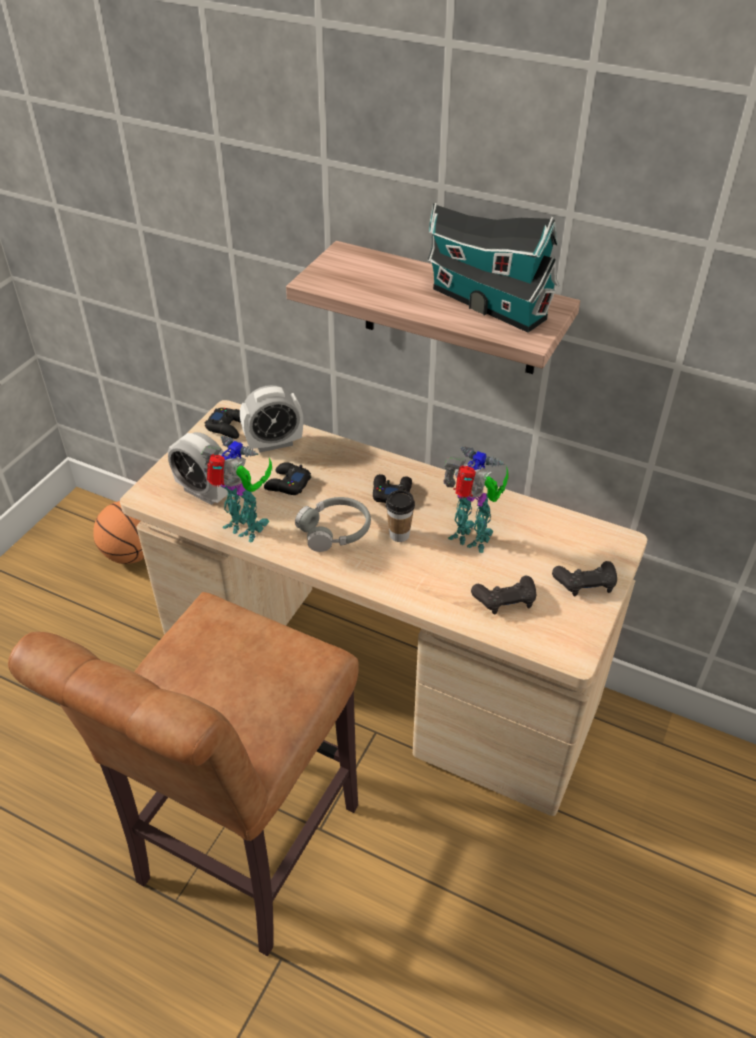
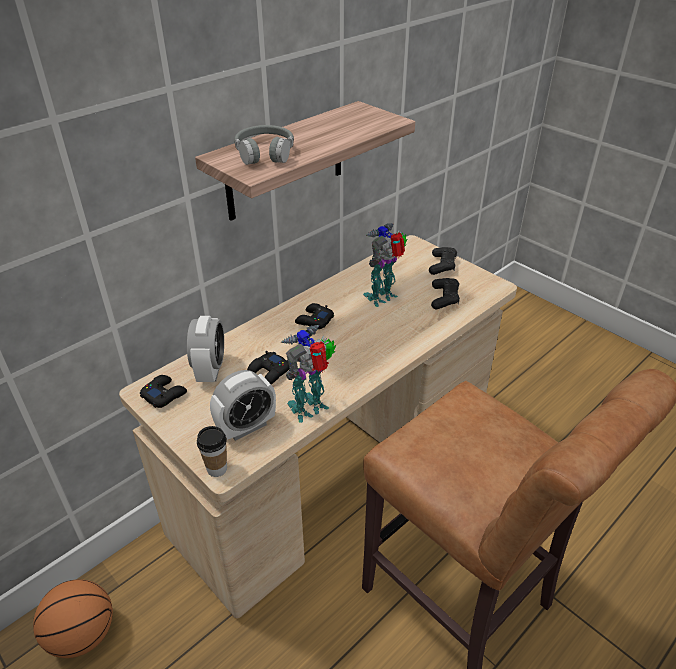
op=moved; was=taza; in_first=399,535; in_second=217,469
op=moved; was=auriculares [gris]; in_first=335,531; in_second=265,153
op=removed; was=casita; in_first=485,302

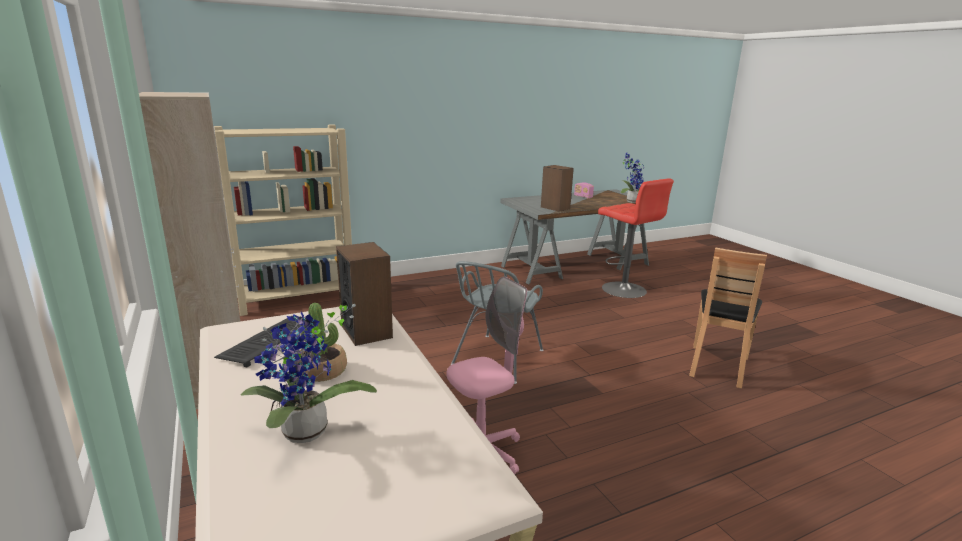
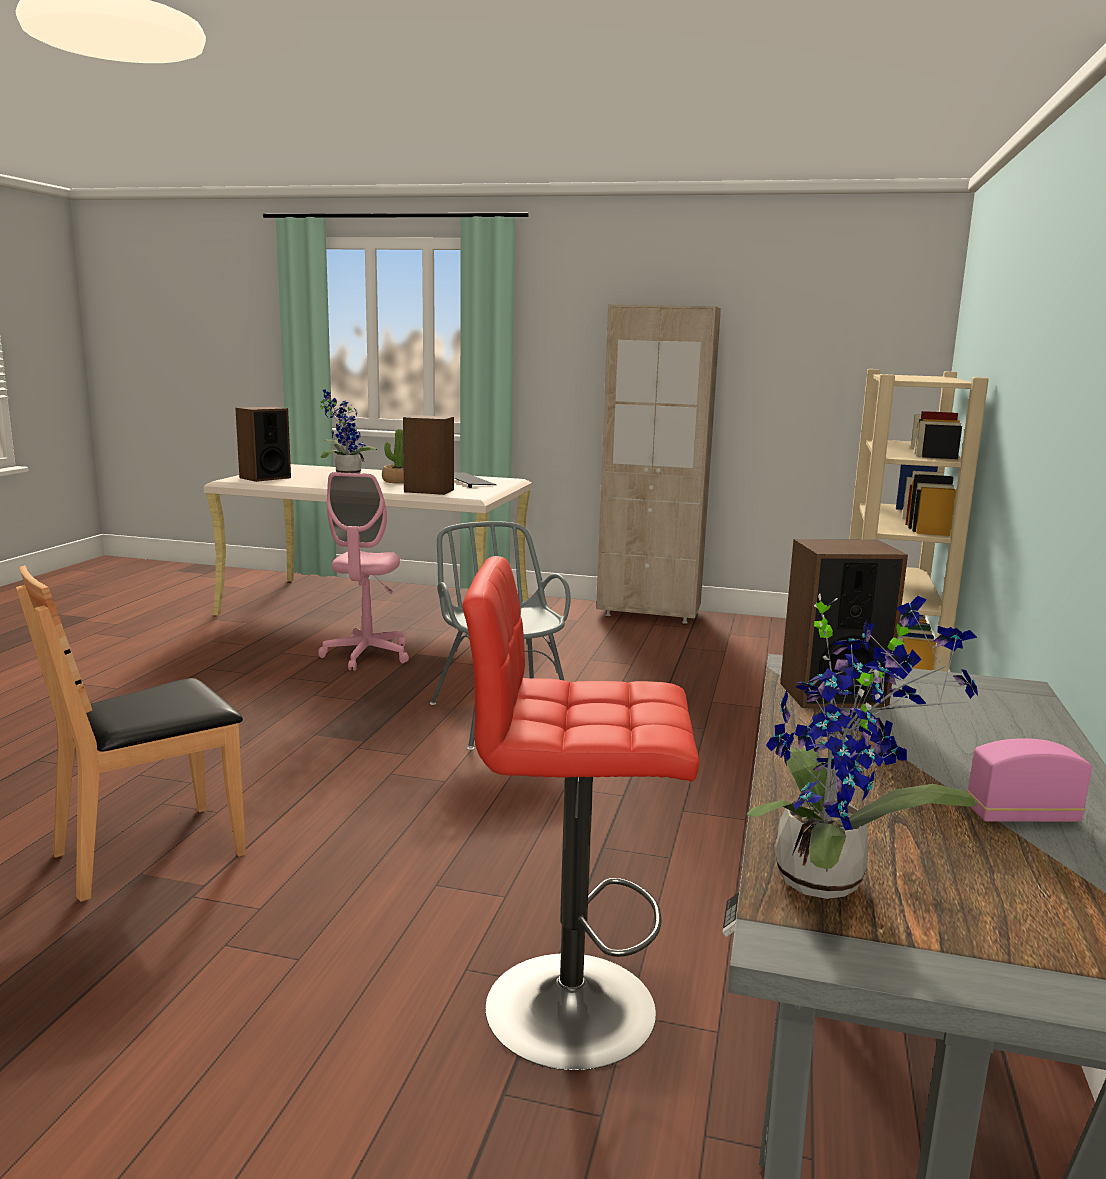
op=turned; was=silla [marrón]; in_first=717,366; in_second=152,852; clockwise=-105
op=added; now=altavoz; in_second=265,478

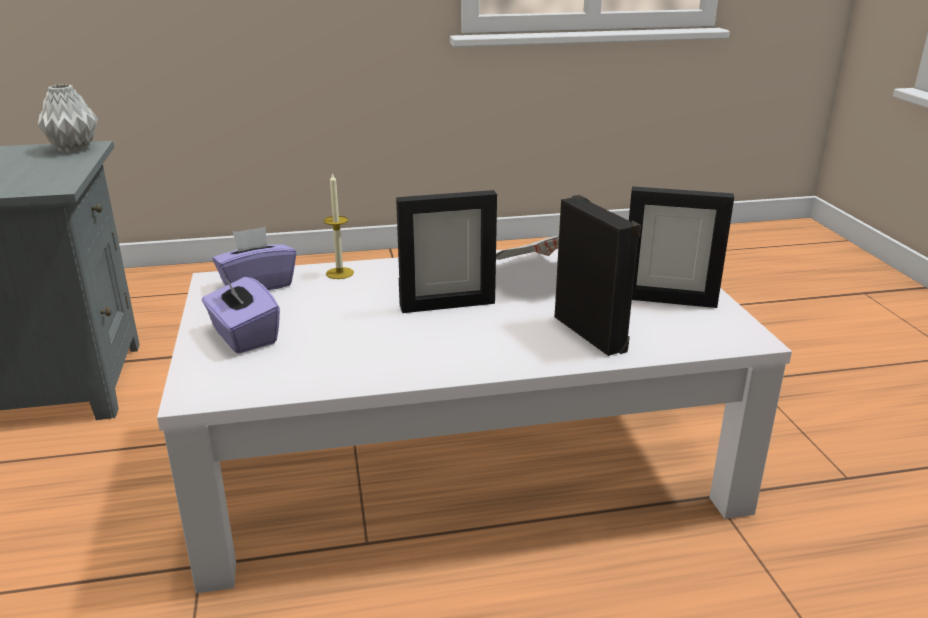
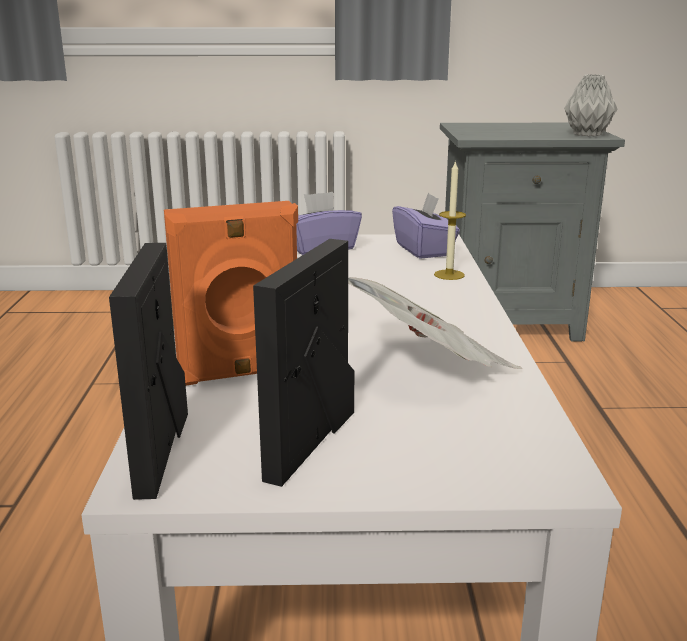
op=moved; was=portarretratos; in_first=447,304; in_second=163,452
op=recoloured; was=altavoz [negro]; now=altavoz [naranja]; in_first=592,333; in_second=240,374

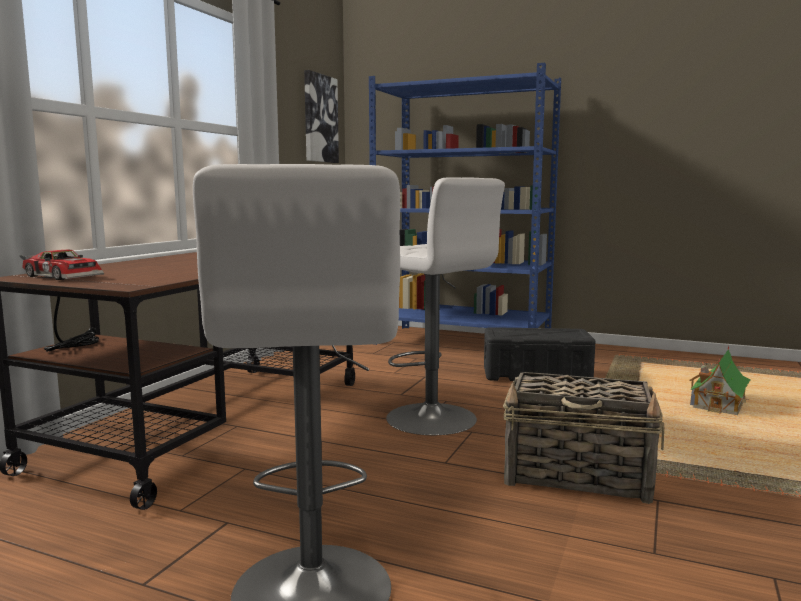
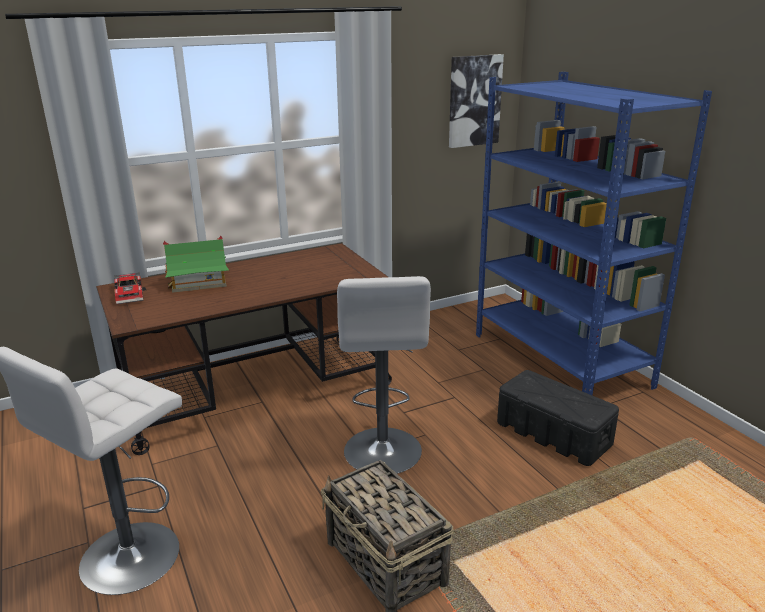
op=moved; was=casita; in_first=719,404; in_second=198,283

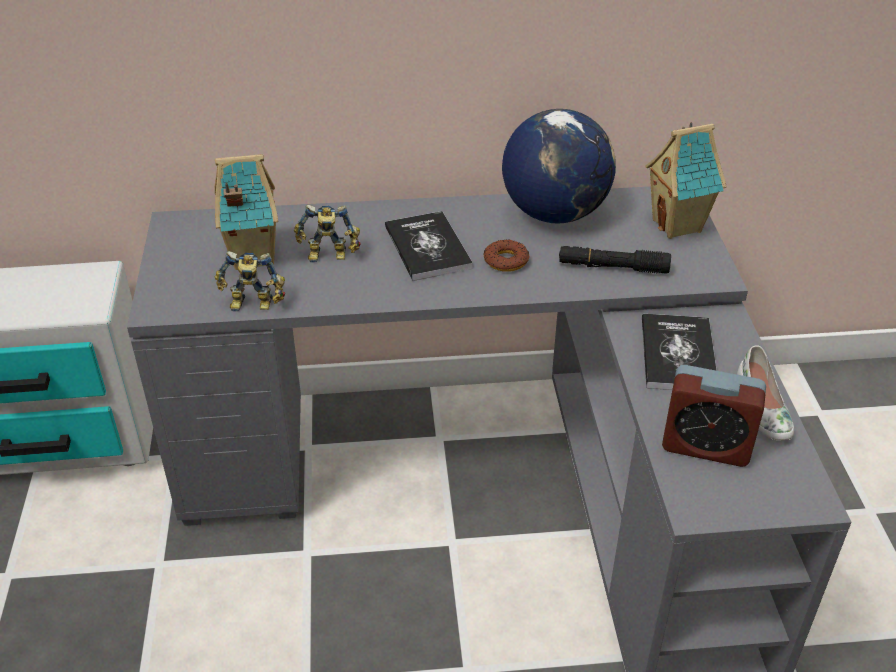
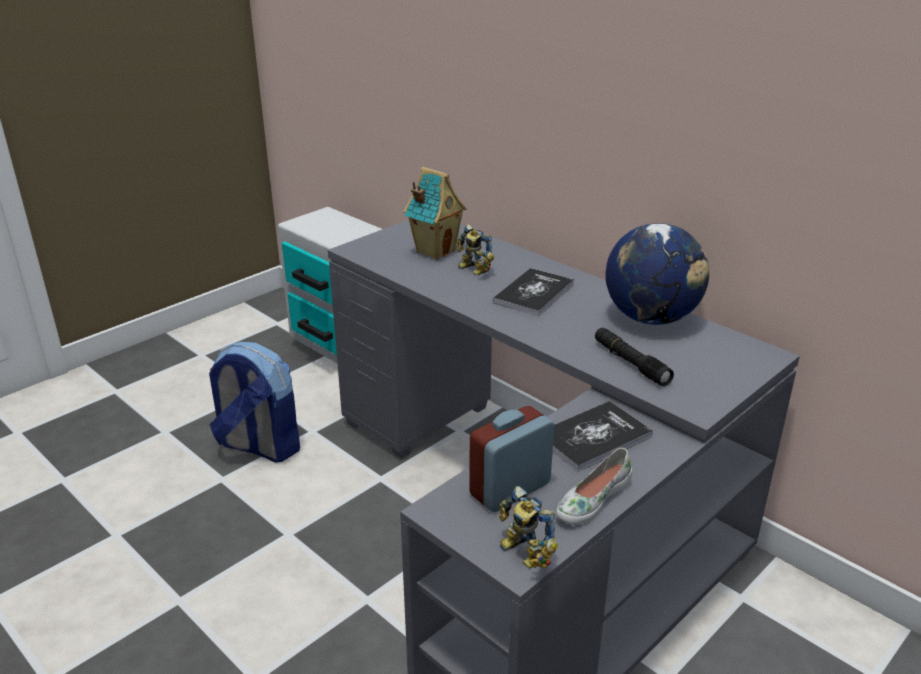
op=added; now=mochila; in_second=258,446
op=turned; was=despertador; in_first=706,446; in_second=510,489; clockwise=75
op=moved; was=robot de juguete; in_first=252,306; in_second=522,554
op=removed; was=rosquilla; in_first=506,260
op=removed; was=casita; in_first=678,226

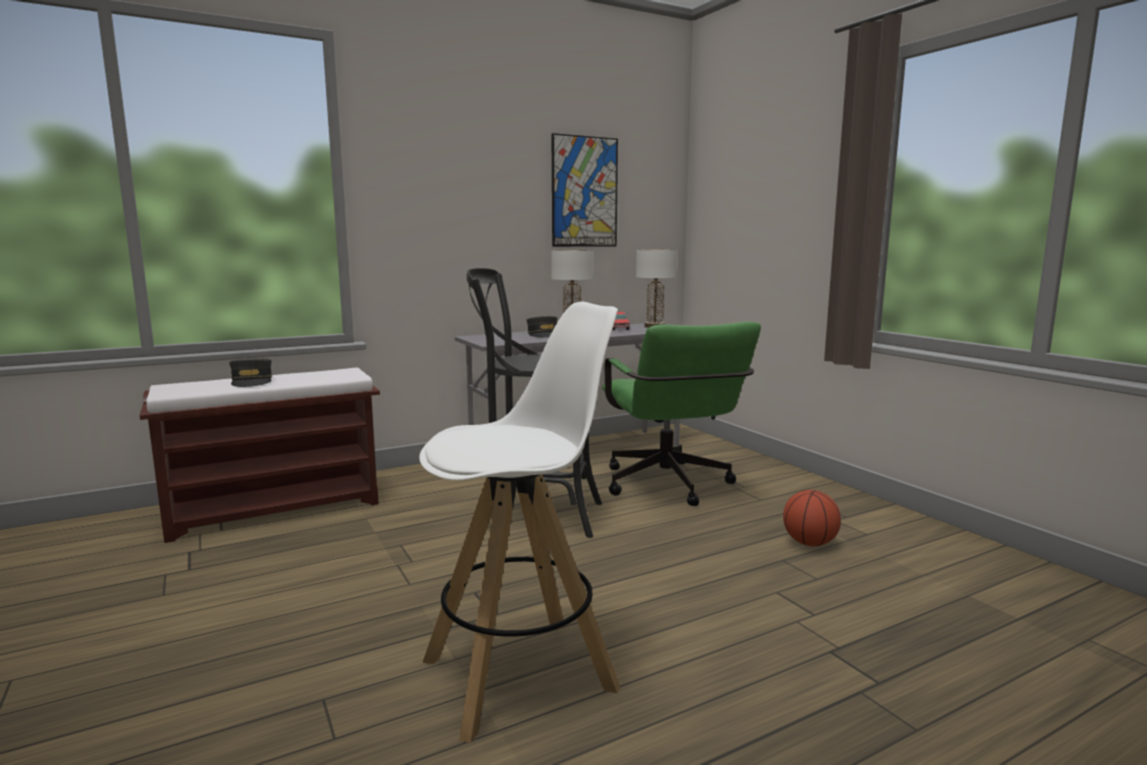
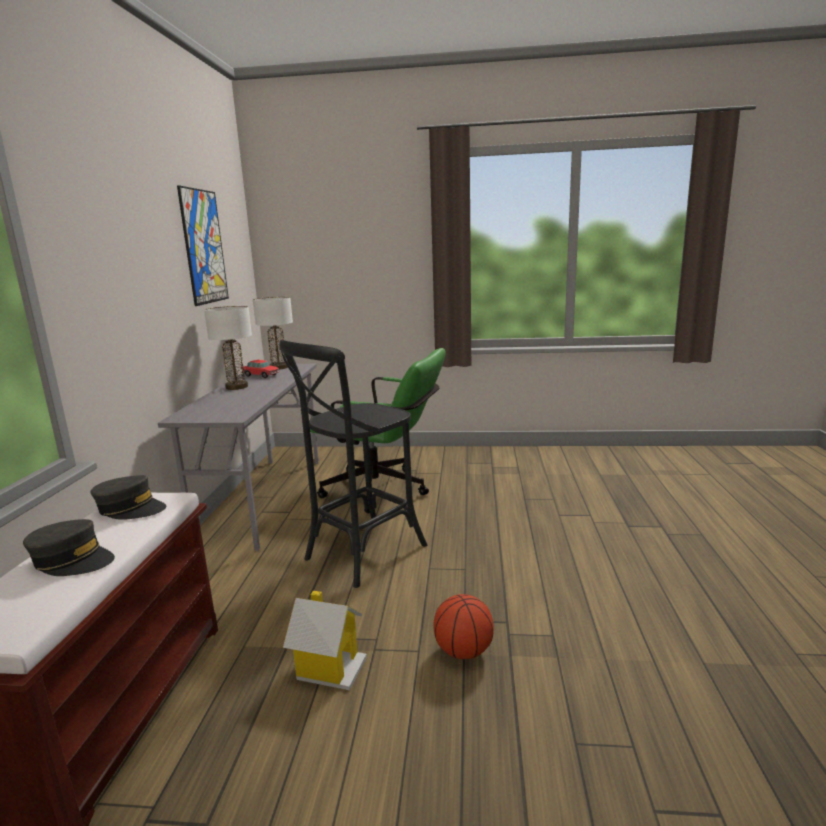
op=moved; was=gorra [gris]; in_first=543,335; in_second=130,508
op=added; now=casita; in_second=329,667
op=moved; was=balón de baloncesto; in_first=809,543; in_second=464,651
op=removed; was=taburete [blanco]; in_first=521,673

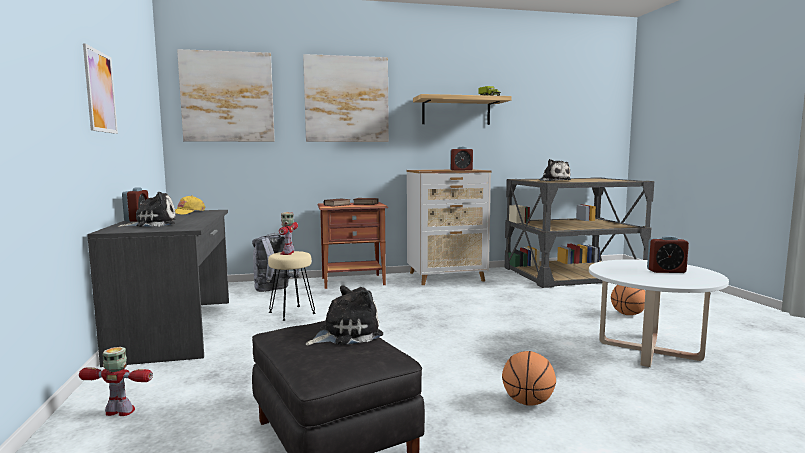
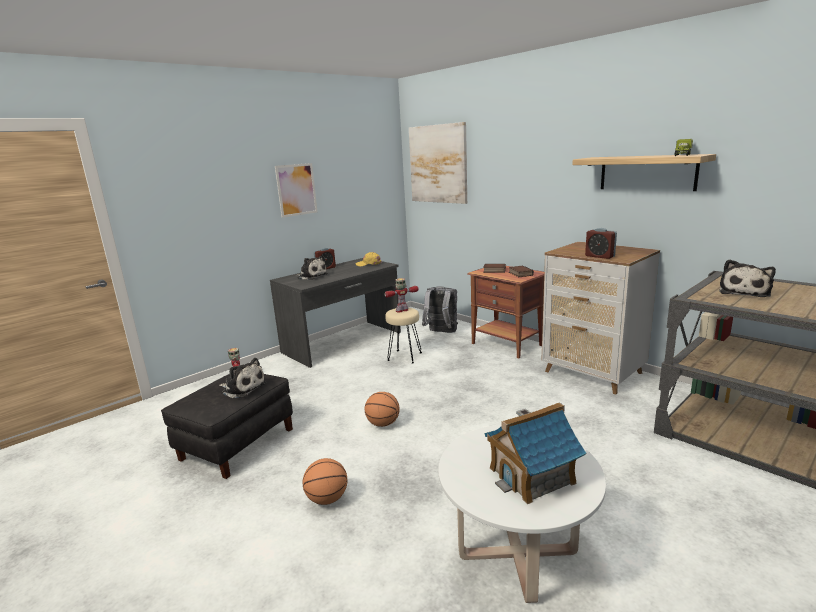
op=moved; was=balón de baloncesto; in_first=627,314; in_second=383,424
op=replaced; was=despertador; now=casita; in_first=666,271; in_second=532,475
op=removed; was=cuadro; in_first=346,99

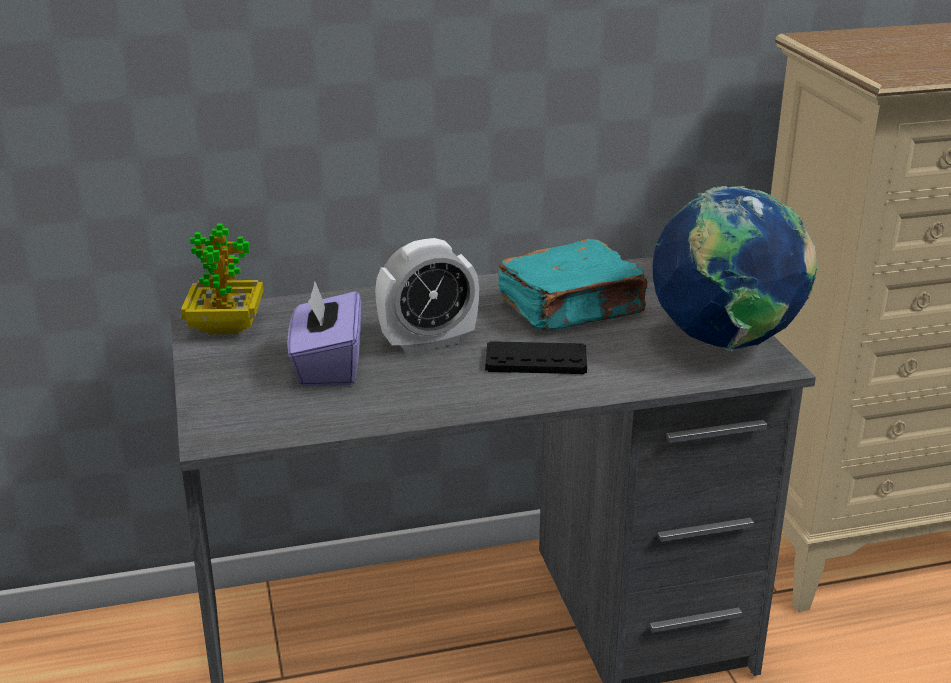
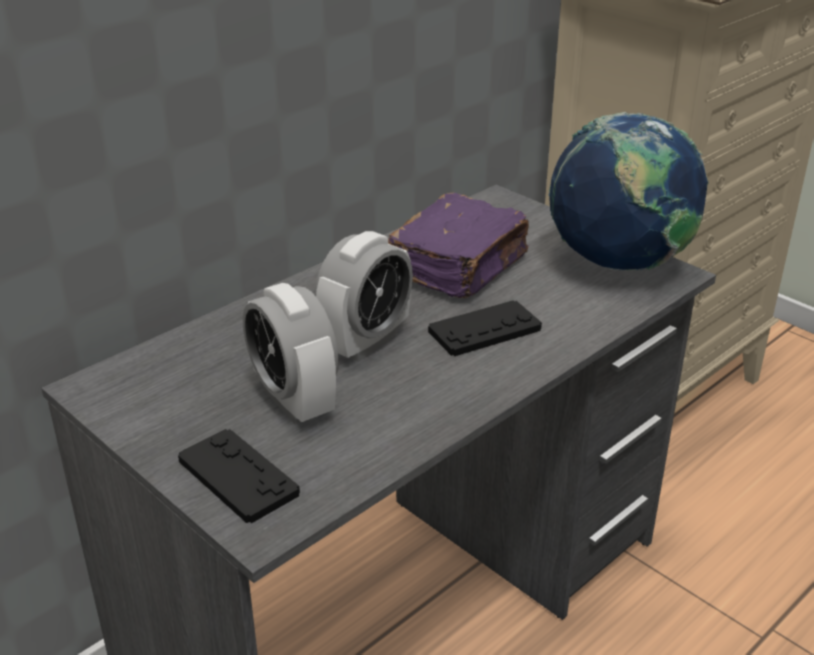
op=added; now=mando de consola [negro]; in_second=238,477
op=replaced; was=caja de pañuelos [morado]; now=despertador; in_first=327,366; in_second=294,401
op=recoloured; was=libro [turquesa]; now=libro [morado]; in_first=573,309; in_second=460,267
op=removed; was=planta en maceta; in_first=226,327

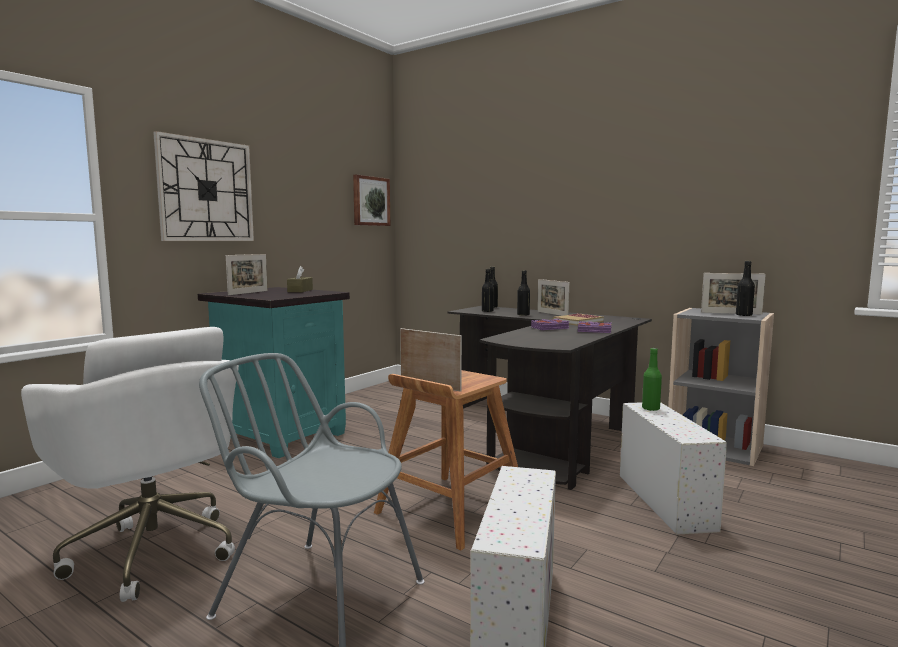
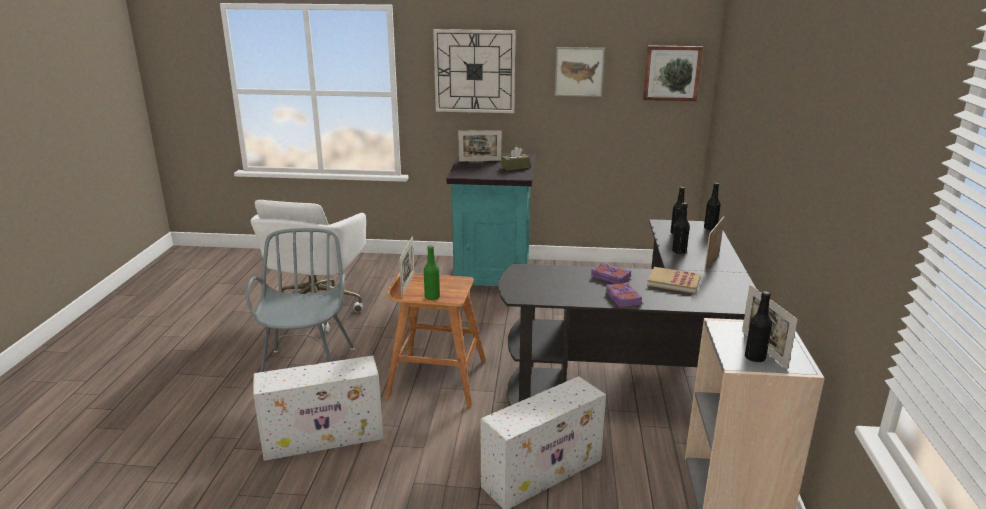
op=moved; was=botella [verde]; in_first=650,408; in_second=432,297
op=added; now=cuadro; in_second=579,72

